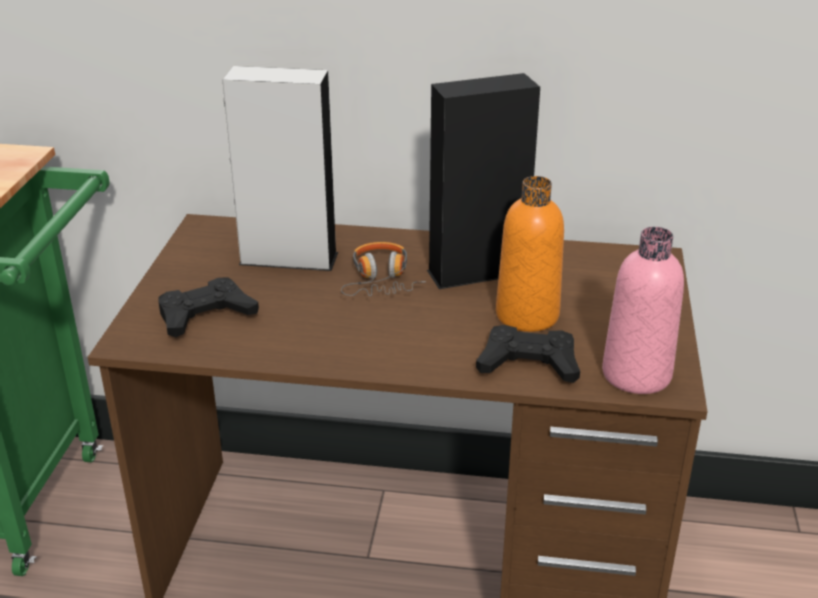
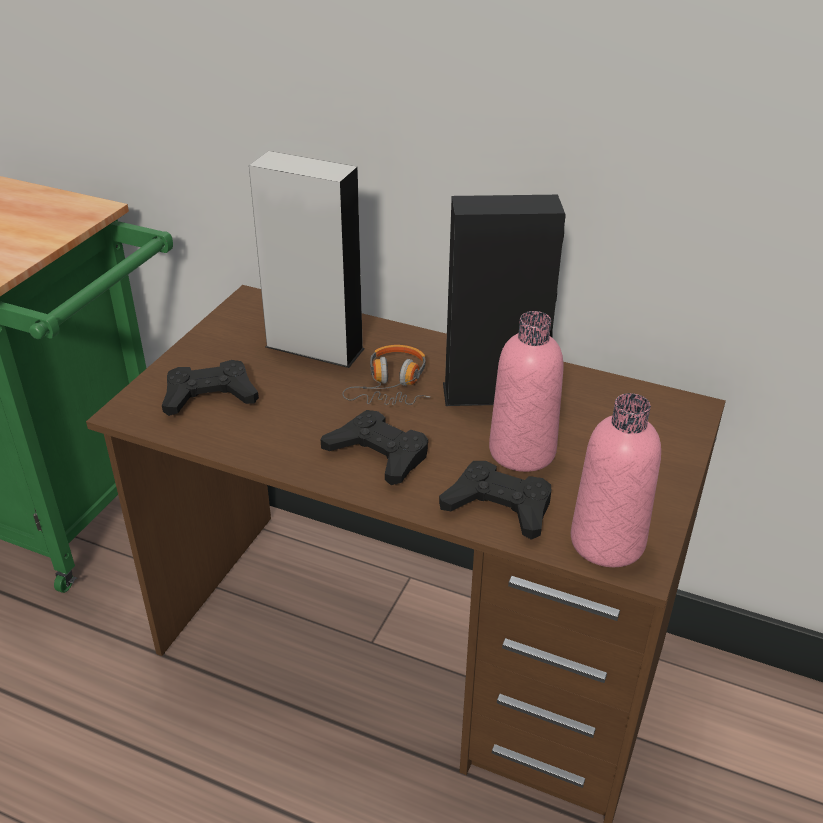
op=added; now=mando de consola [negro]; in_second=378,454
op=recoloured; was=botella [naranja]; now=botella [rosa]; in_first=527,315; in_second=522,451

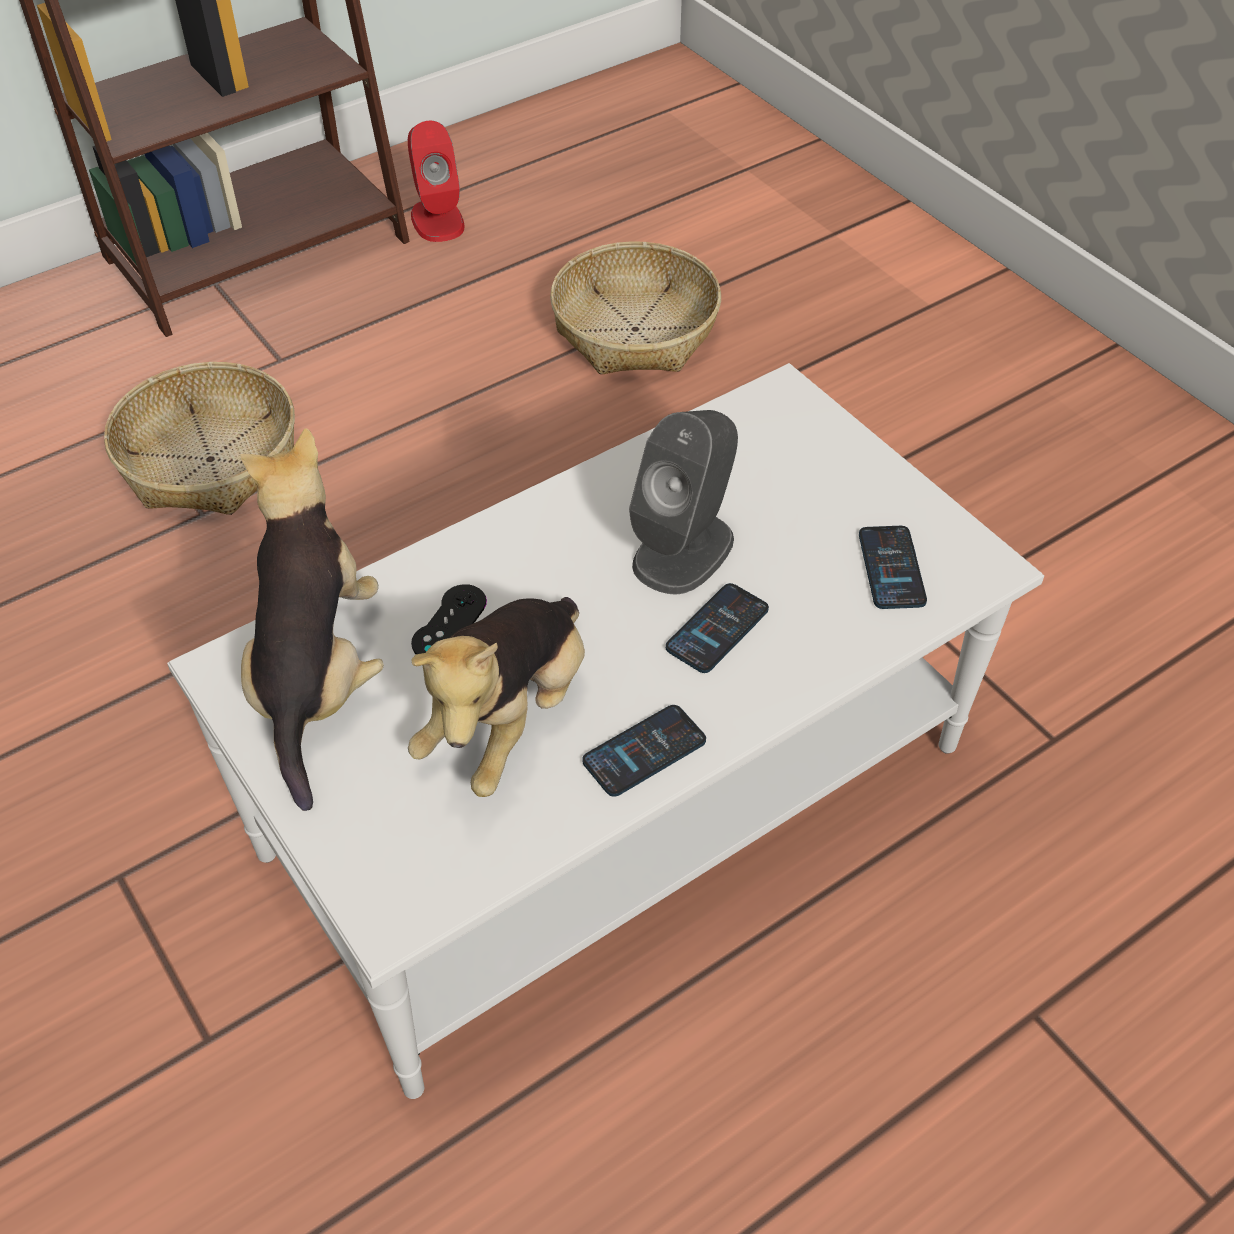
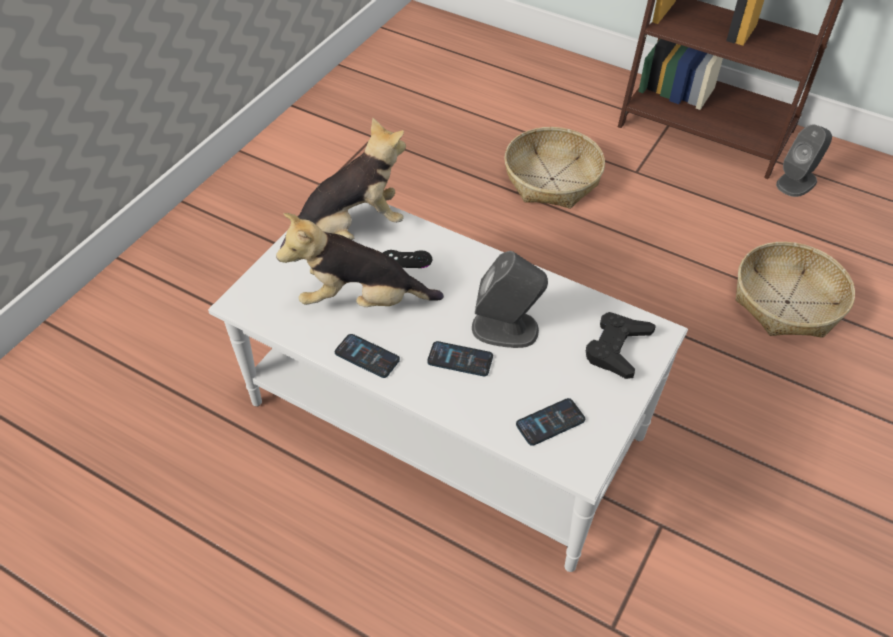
op=added; now=mando de consola [negro]; in_second=617,348
op=recoloured; was=altavoz [rojo]; now=altavoz [gris]; in_first=437,220; in_second=796,182

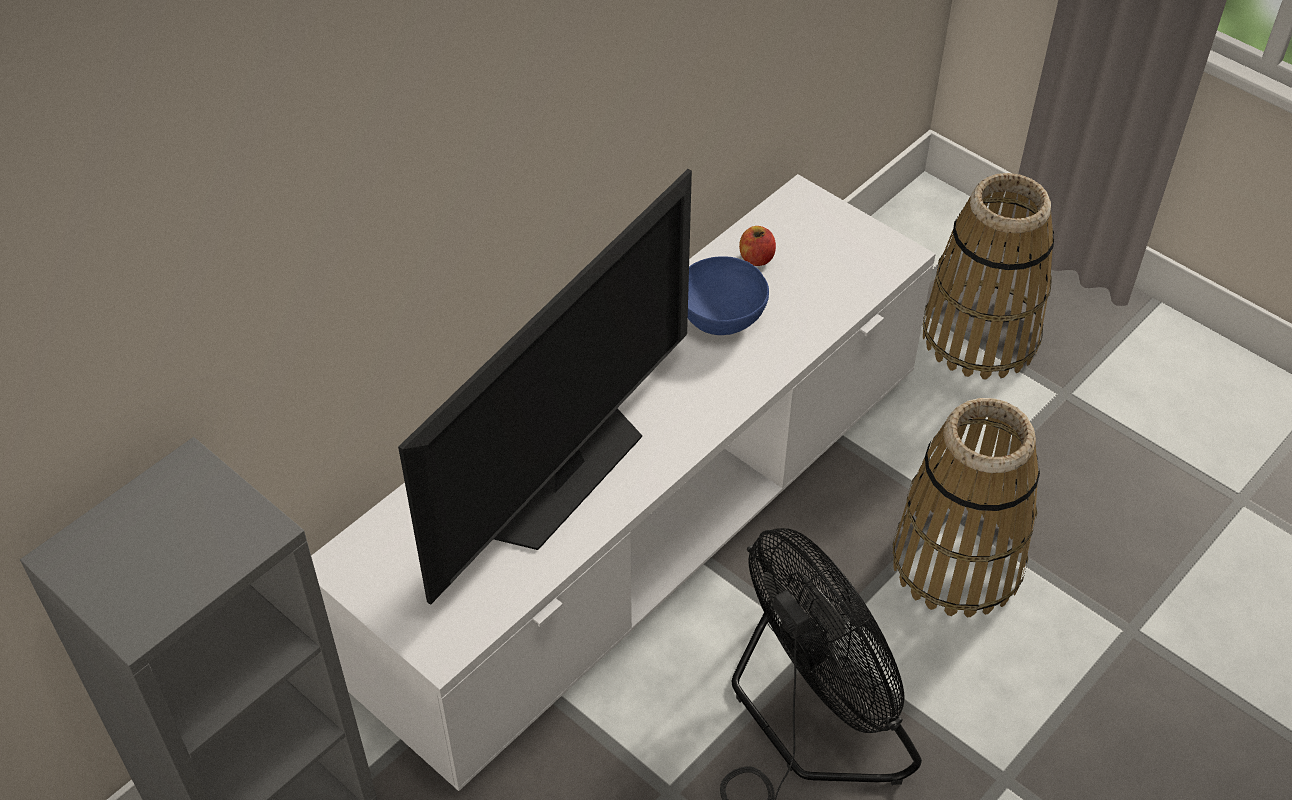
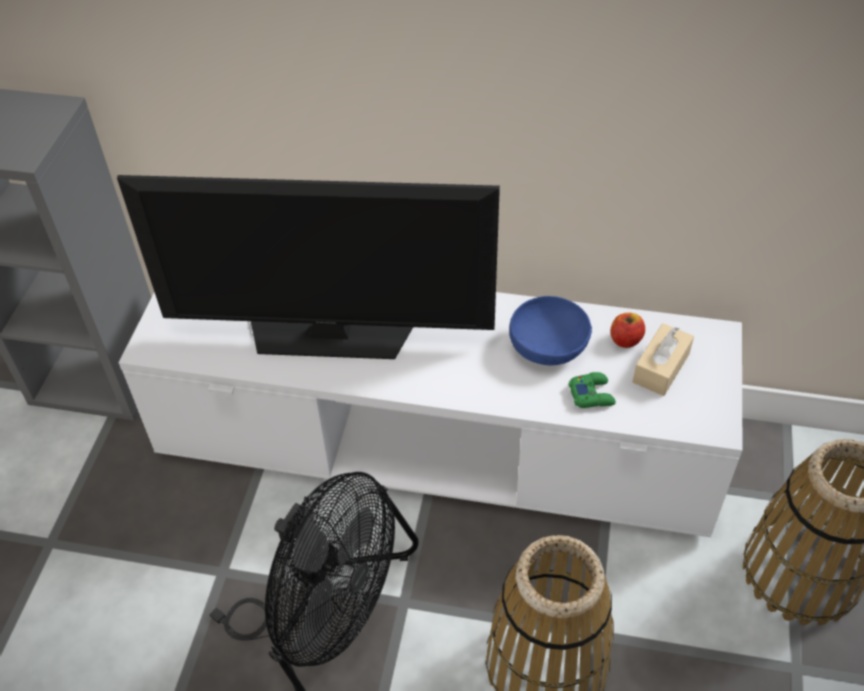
op=added; now=mando de consola [verde]; in_second=592,394
op=added; now=caja de pañuelos [beis]; in_second=661,368

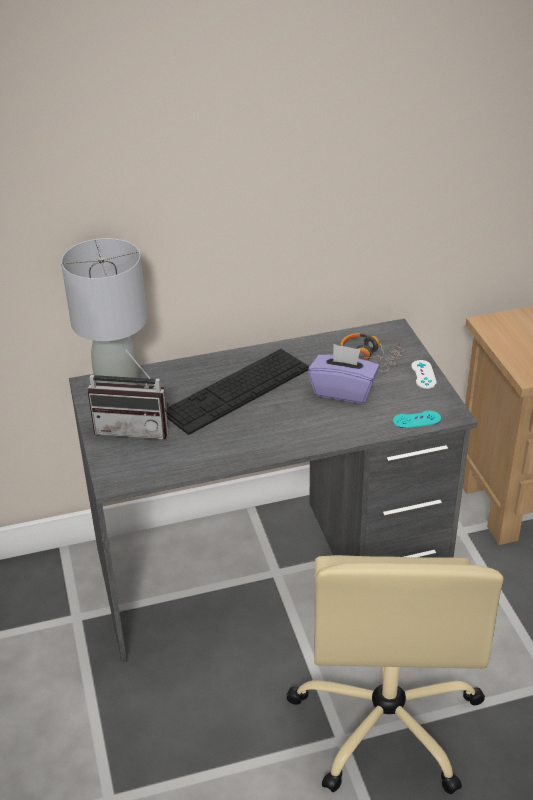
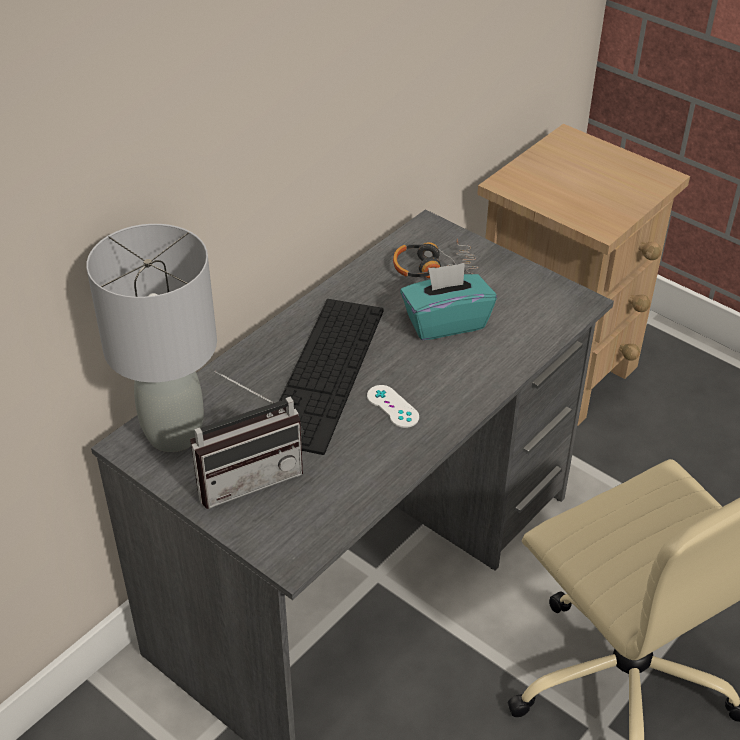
op=moved; was=mando de consola [blanco]; in_first=423,374; in_second=392,406
op=recoloured; was=caja de pañuelos [morado]; now=caja de pañuelos [turquesa]; in_first=343,391; in_second=445,322
op=removed; was=mando de consola [turquesa]; in_first=416,420

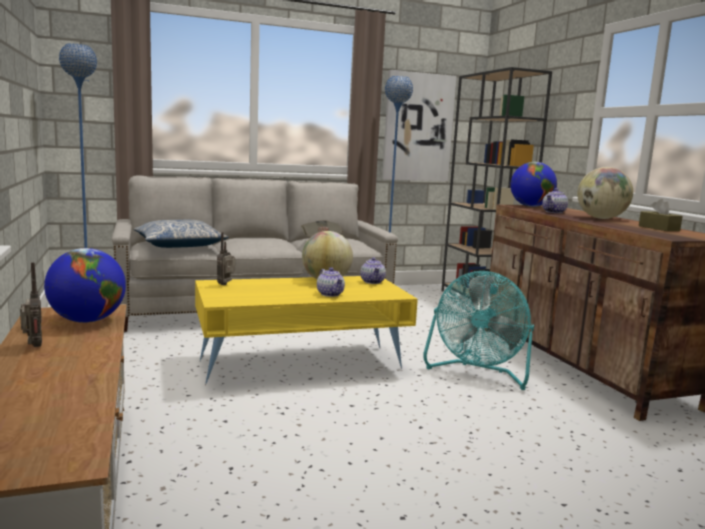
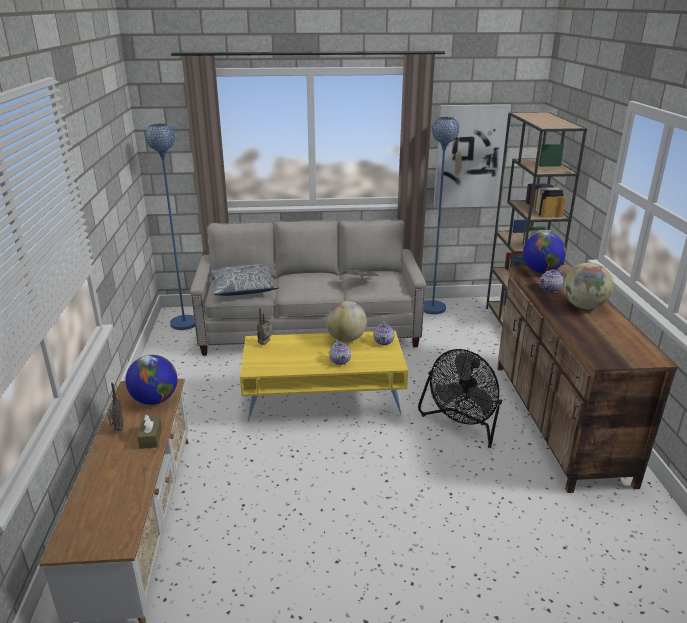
op=moved; was=caja de pañuelos [marrón]; in_first=658,228; in_second=150,437
op=recoloured; was=ventilador [turquesa]; now=ventilador [negro]; in_first=475,371; in_second=461,422

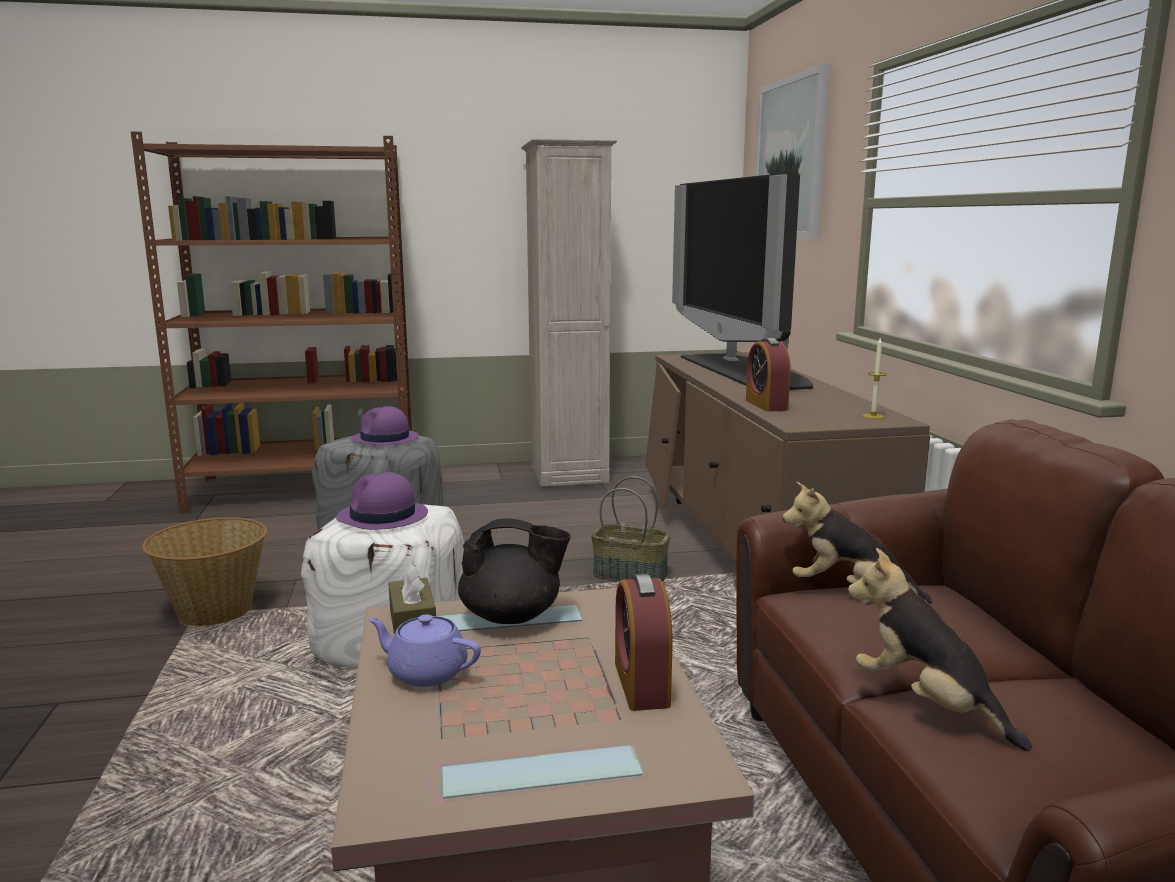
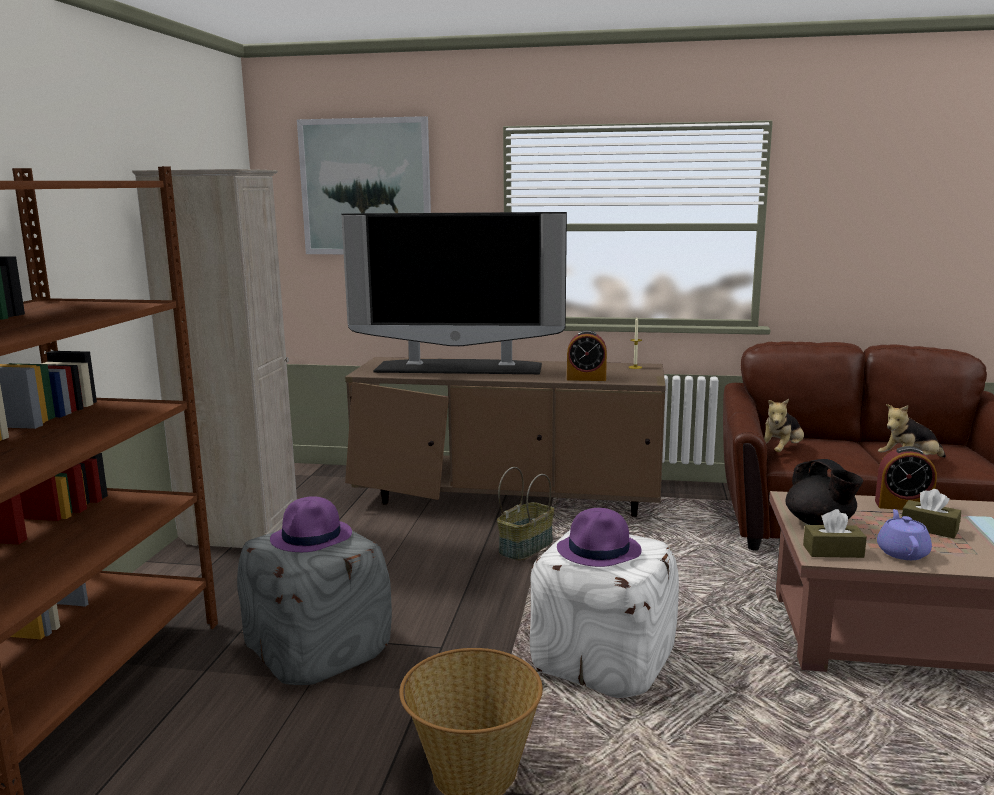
op=turned; was=tetera [negro]; in_first=512,616; in_second=820,524; clockwise=135
op=turned; was=tetera [morado]; in_first=426,672; in_second=902,552; clockwise=150
op=added; now=caja de pañuelos [marrón]; in_second=929,528

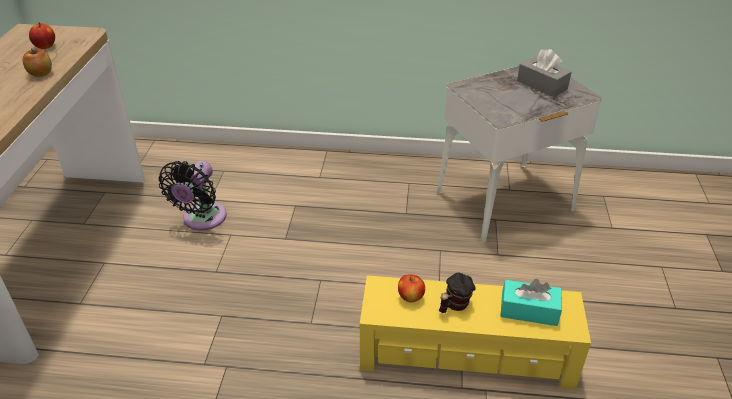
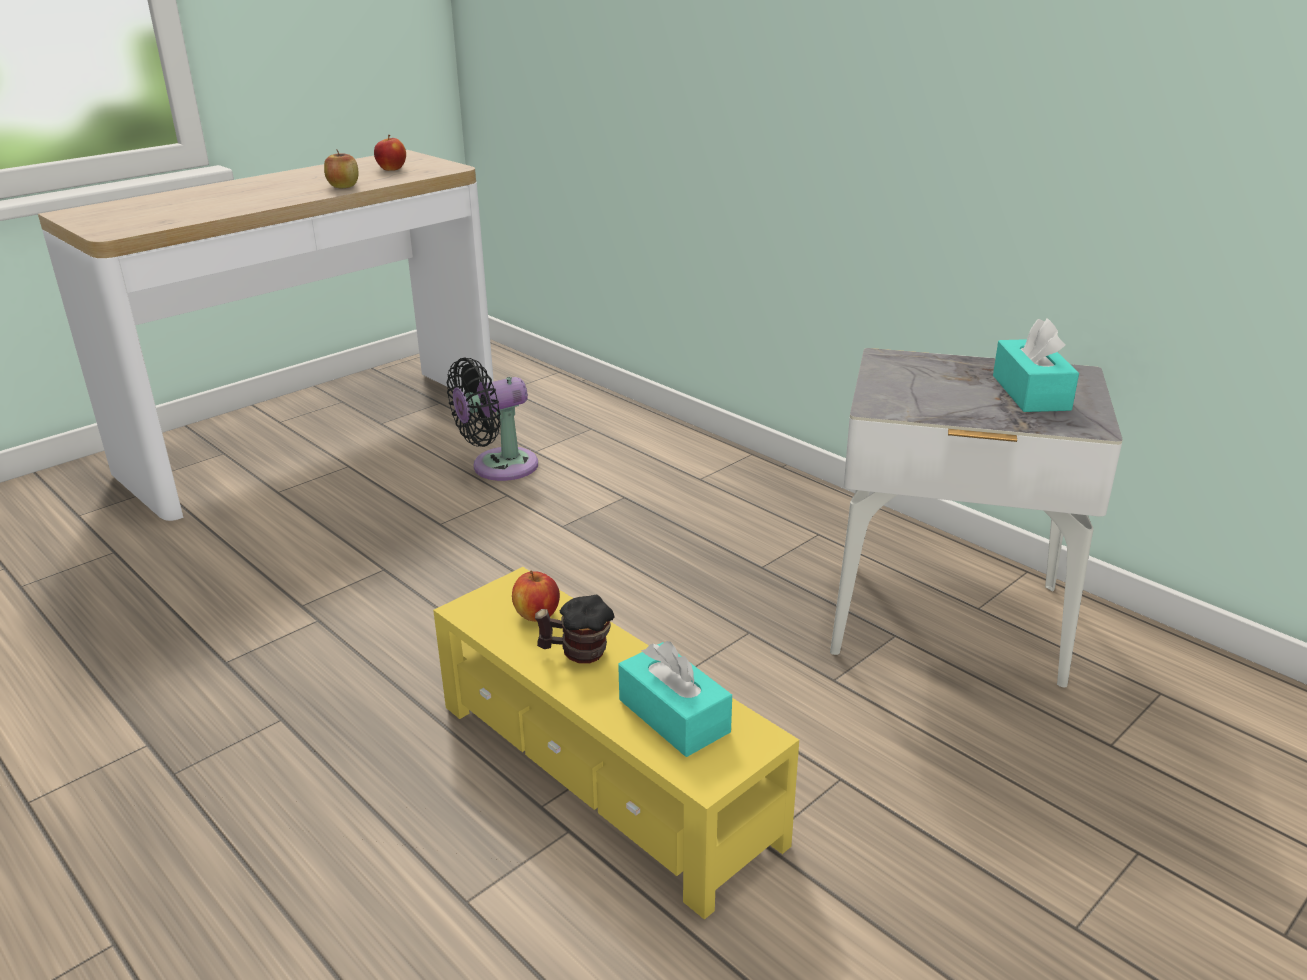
op=recoloured; was=caja de pañuelos [gris]; now=caja de pañuelos [turquesa]; in_first=542,85; in_second=1030,393

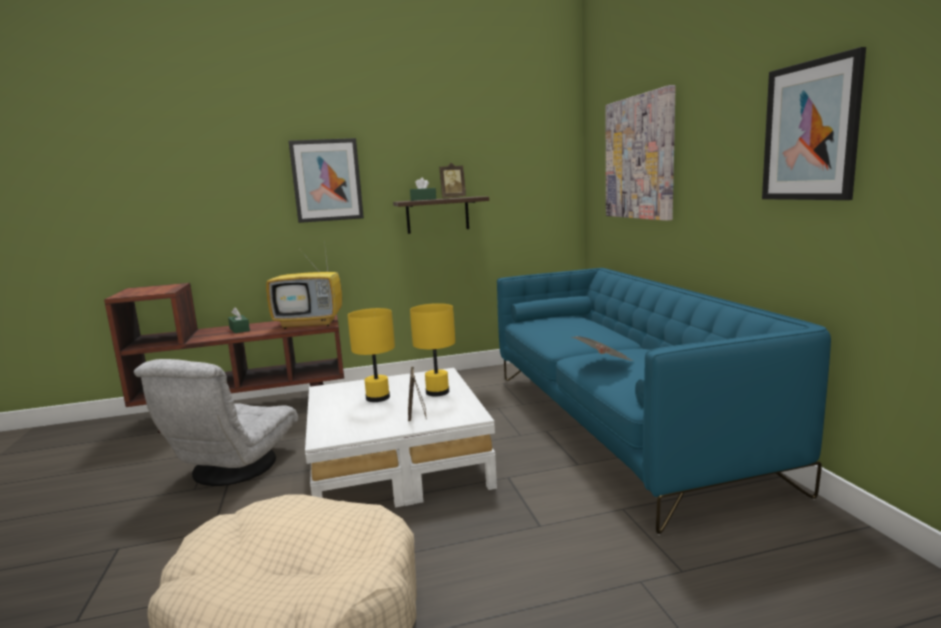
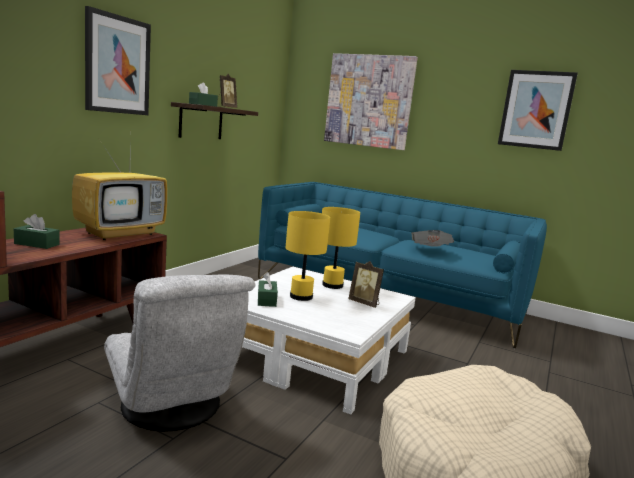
op=added; now=caja de pañuelos [verde]; in_second=266,300

